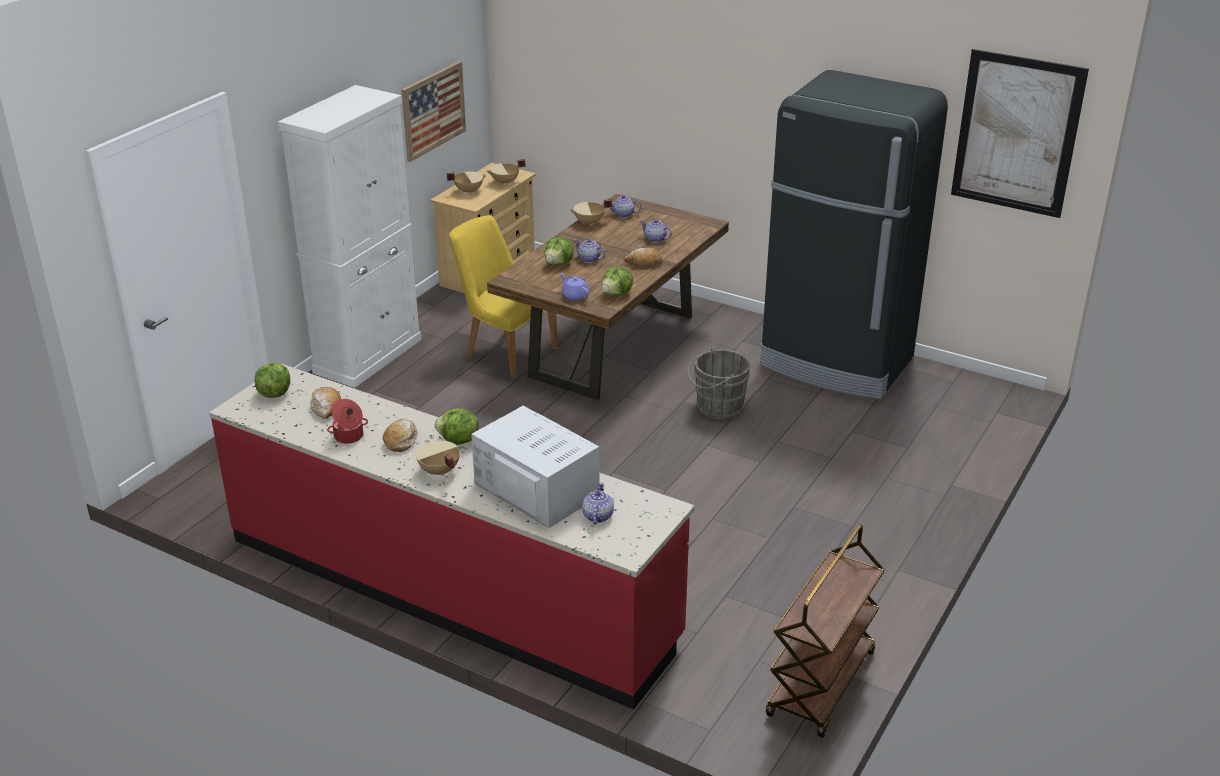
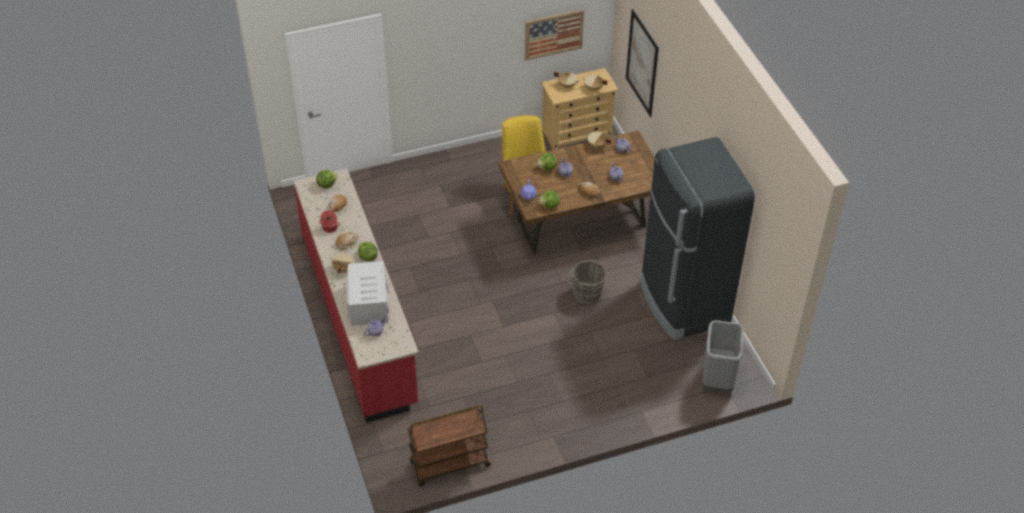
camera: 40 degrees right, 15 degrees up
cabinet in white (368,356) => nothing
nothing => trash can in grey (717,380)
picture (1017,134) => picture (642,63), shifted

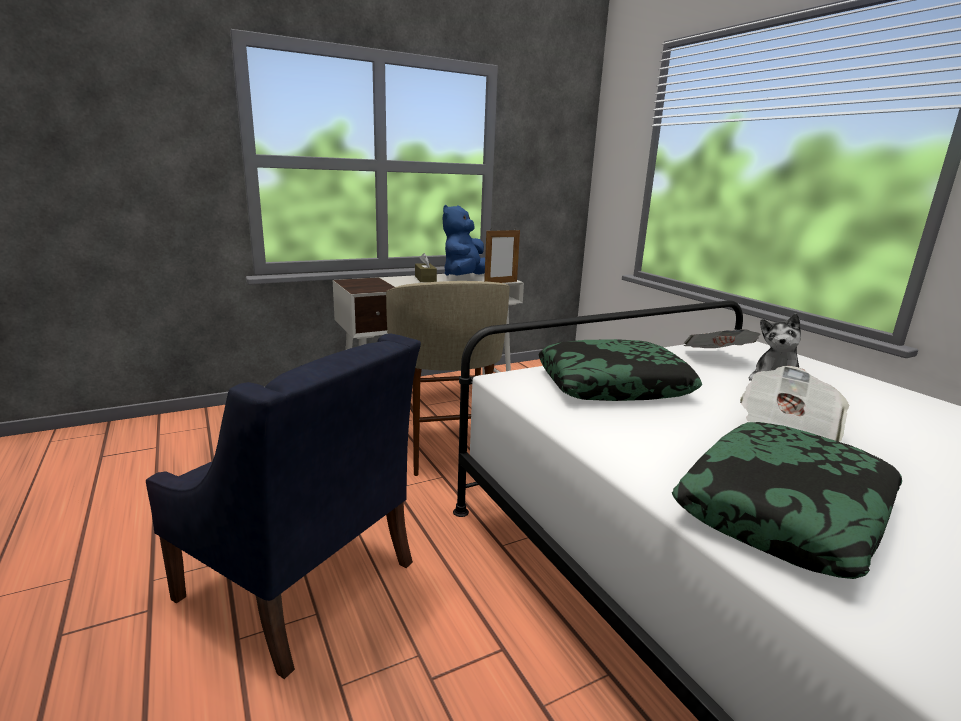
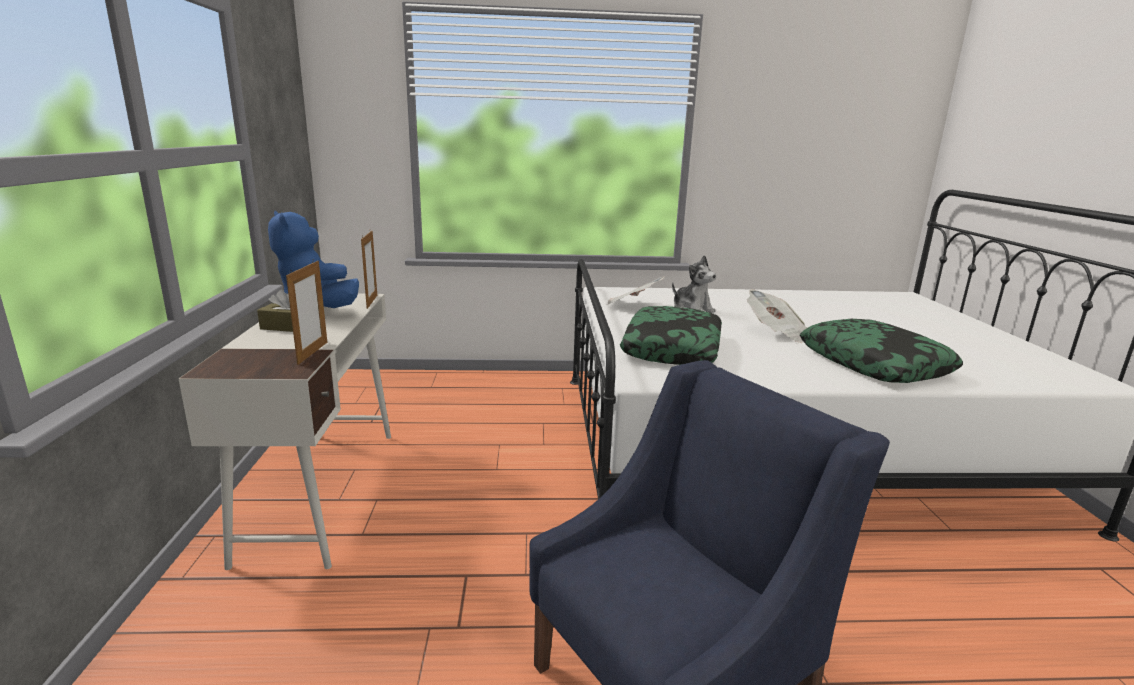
camera: 65 degrees left, 0 degrees up
stool in beige (444,447) => nothing
nothing => picture frame (312,353)

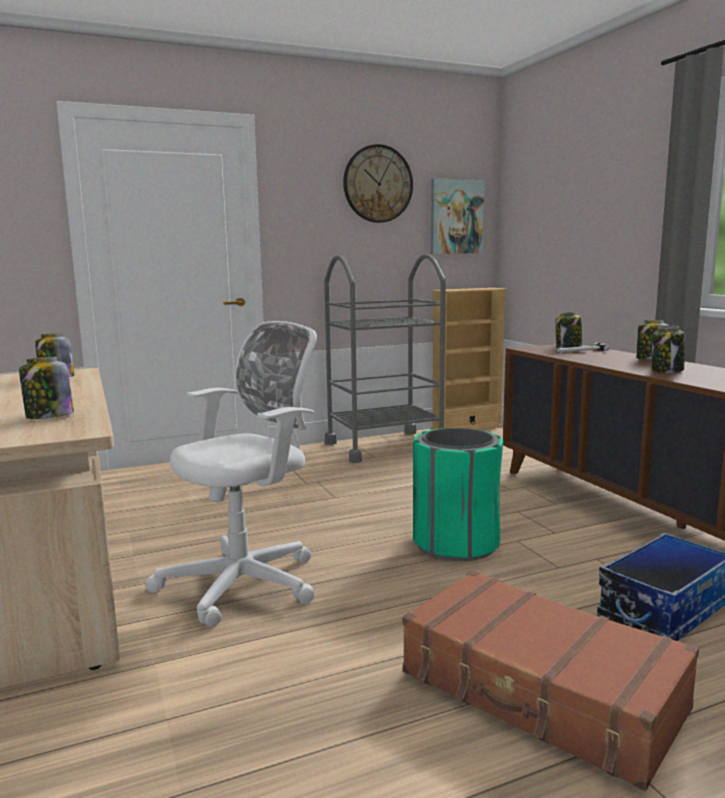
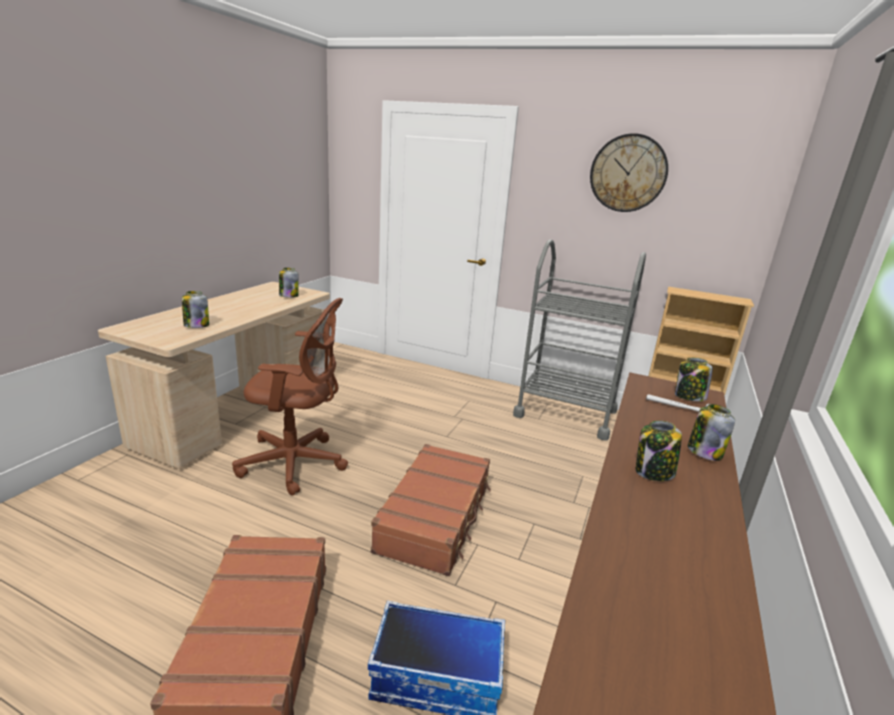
camera: 45 degrees right, 10 degrees up
picture (456,217) => nothing
trash can in green (456,544) => suitcase in brown (436,517)
office chair in white (247,582) => office chair in brown (297,463)

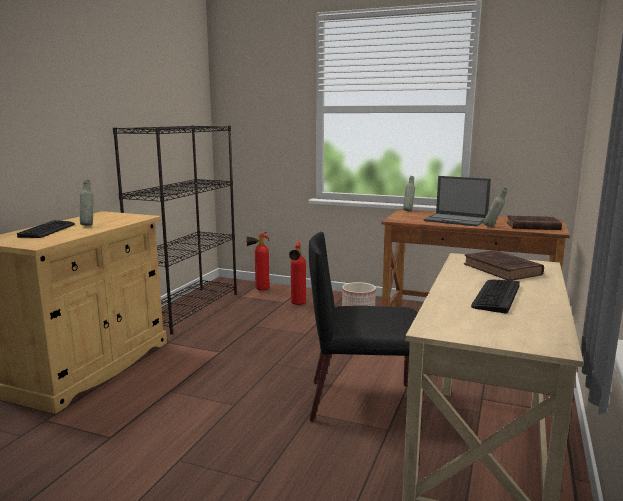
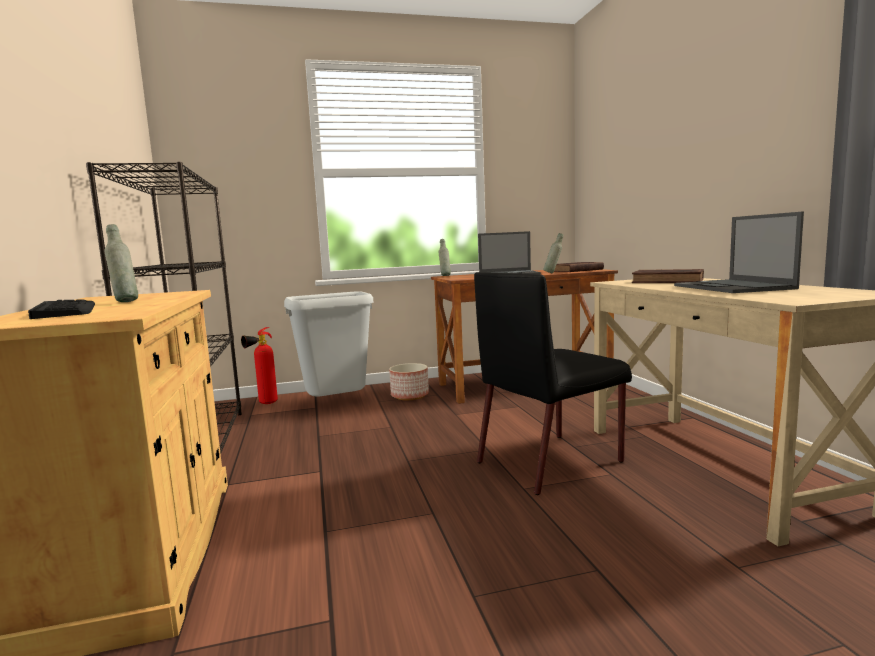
camera: 35 degrees left, 5 degrees down
fire extinguisher (297,305) => trash can in grey (336,406)
keyboard (496,296) => laptop (733,287)

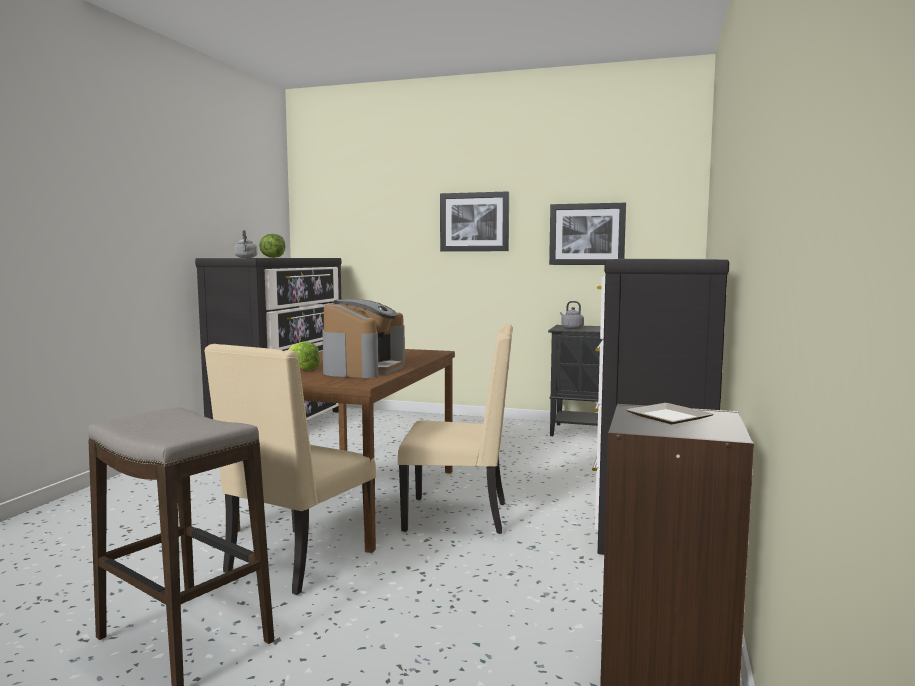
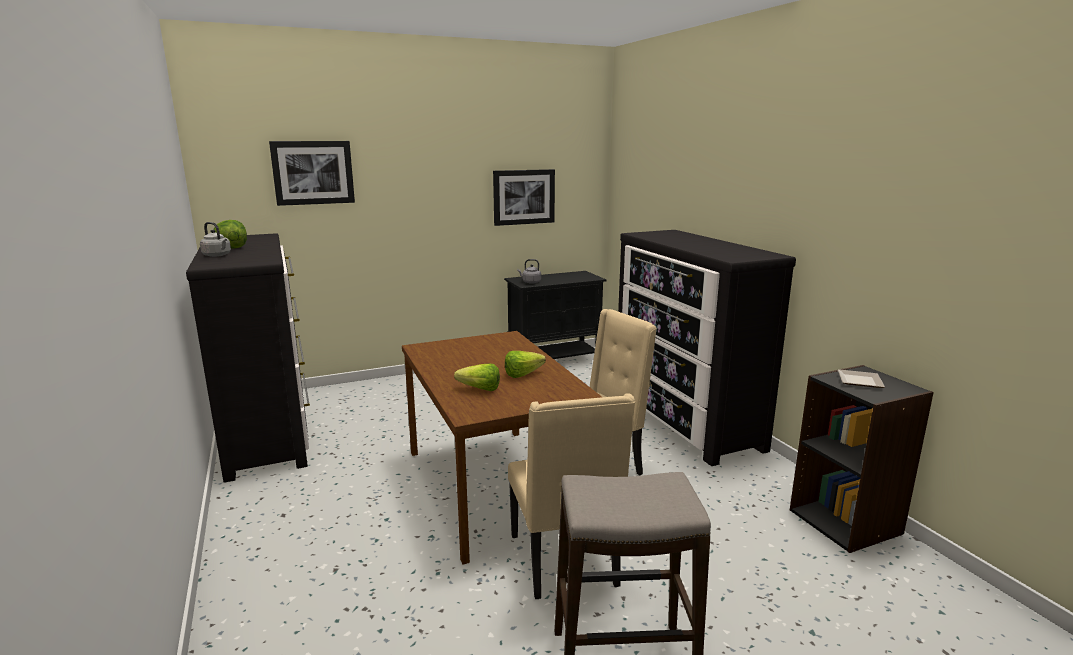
camera: 40 degrees left, 10 degrees up
picture (474,222) => picture (313,172), shifted
coffee machine (364,369) => lettuce (526,374)

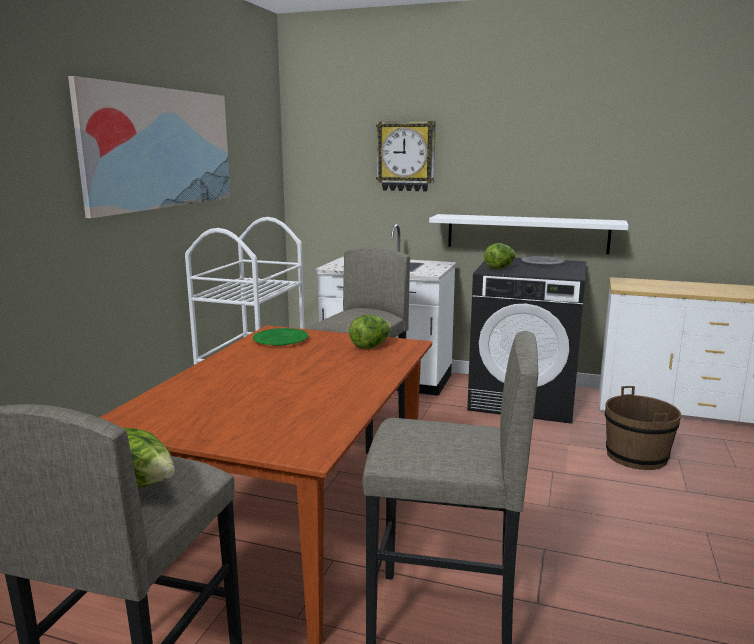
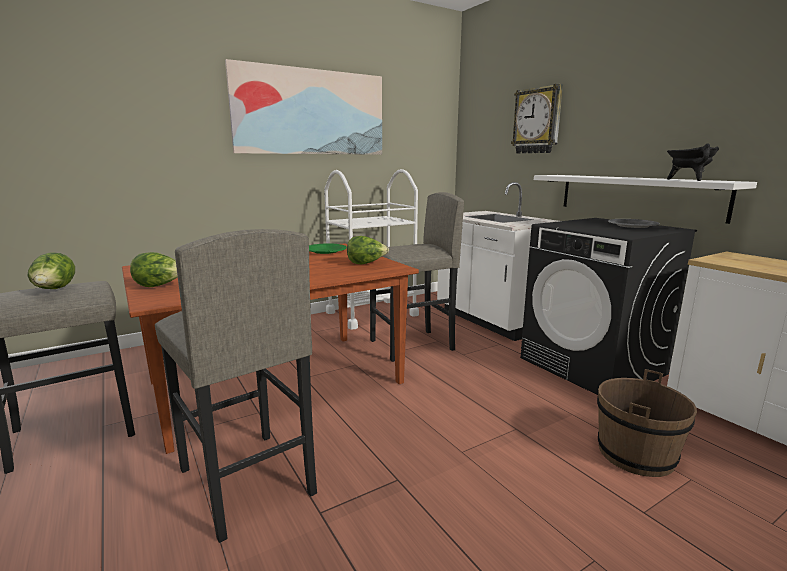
camera: 40 degrees right, 0 degrees up
nothing => cooking pot in black (687,180)
lettuce (500,268) => lettuce (159,286), shifted

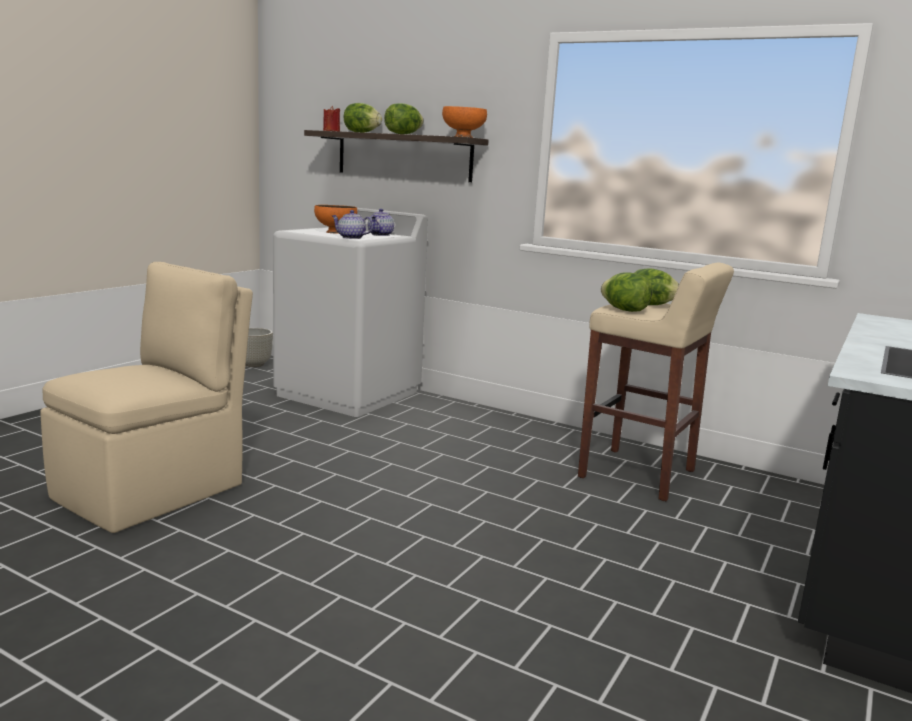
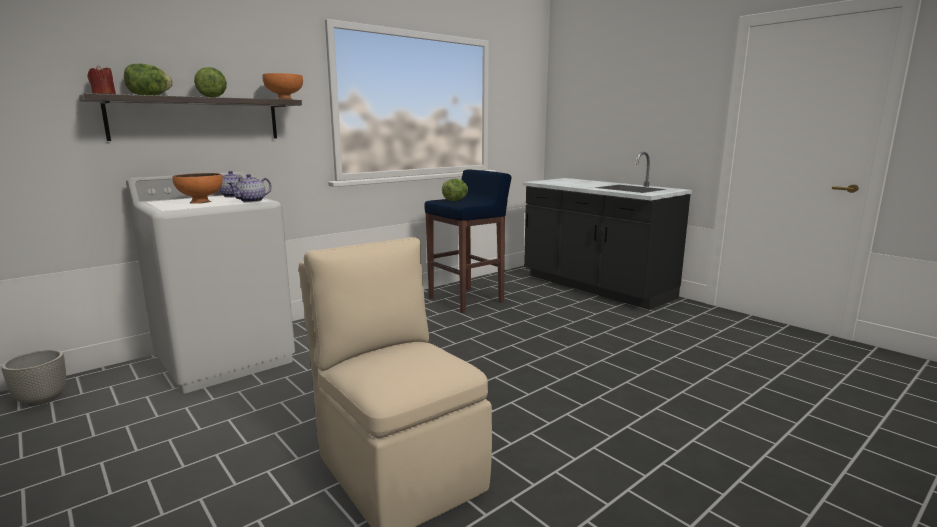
camera: 70 degrees left, 0 degrees up
lettuce (624,310) => nothing
stool in beige (639,475) => stool in blue (467,300)

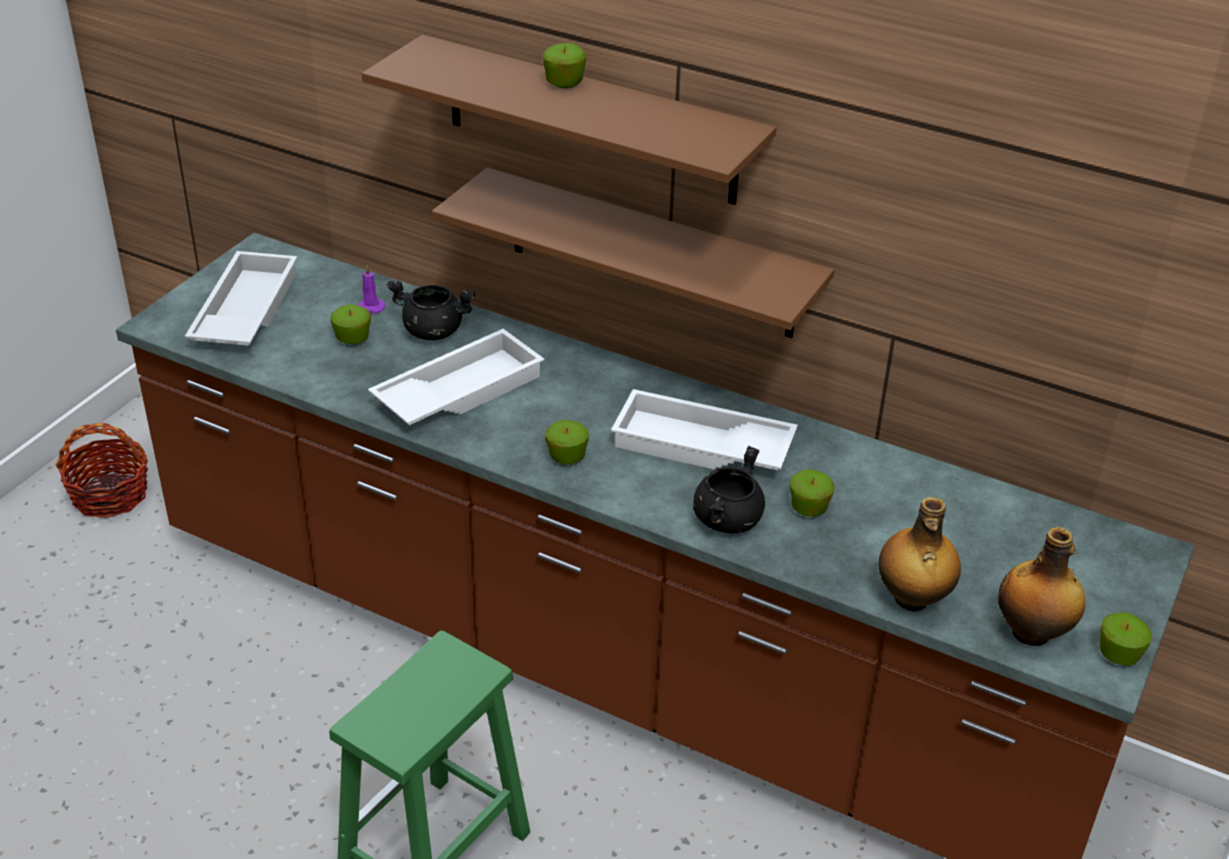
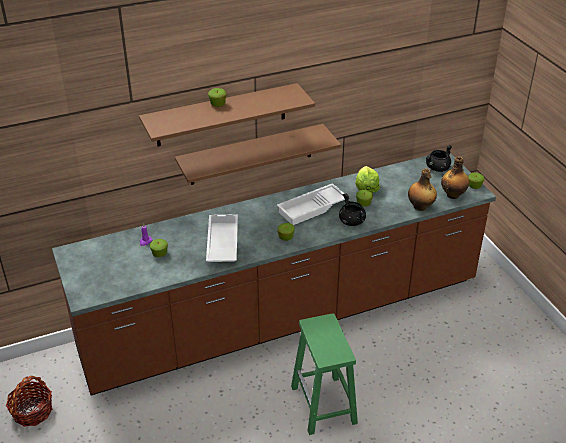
camera: 50 degrees left, 0 degrees up
tray in white (244,311) => nothing
nothing => lettuce (366,187)
cooking pot in black (432,331) => cooking pot in black (437,168), shifted

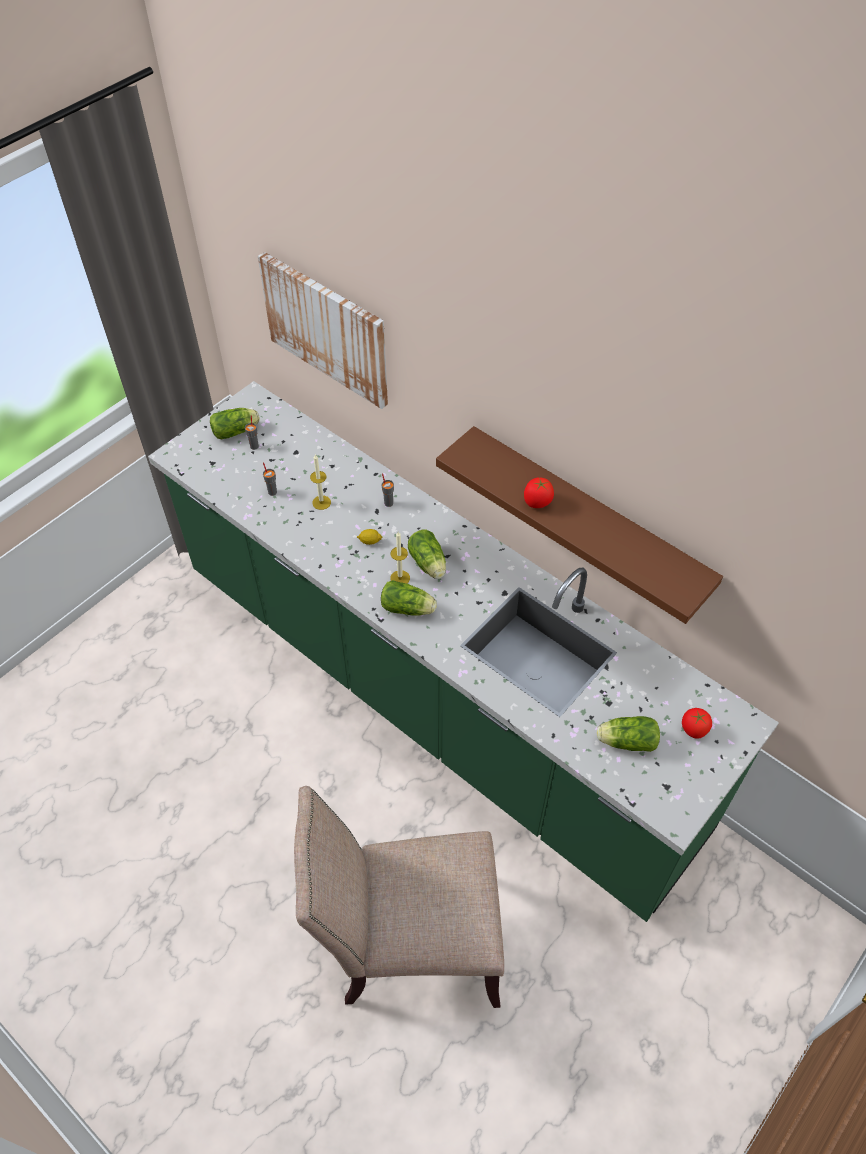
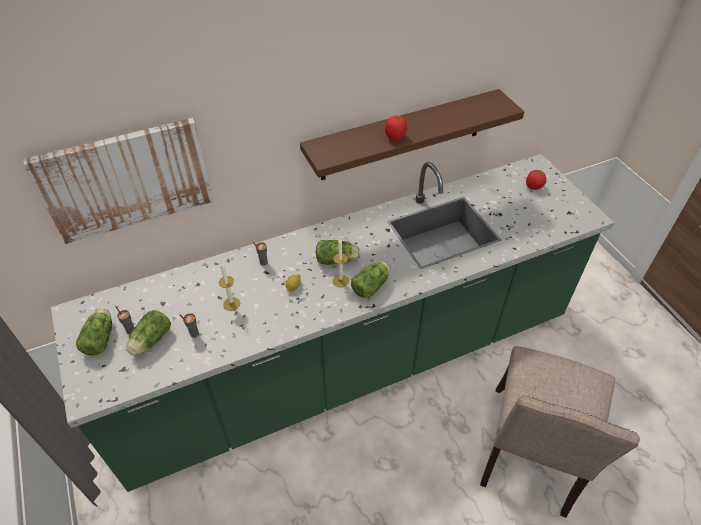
camera: 65 degrees left, 5 degrees down
lettuce (625,741) => lettuce (150,341), shifted

